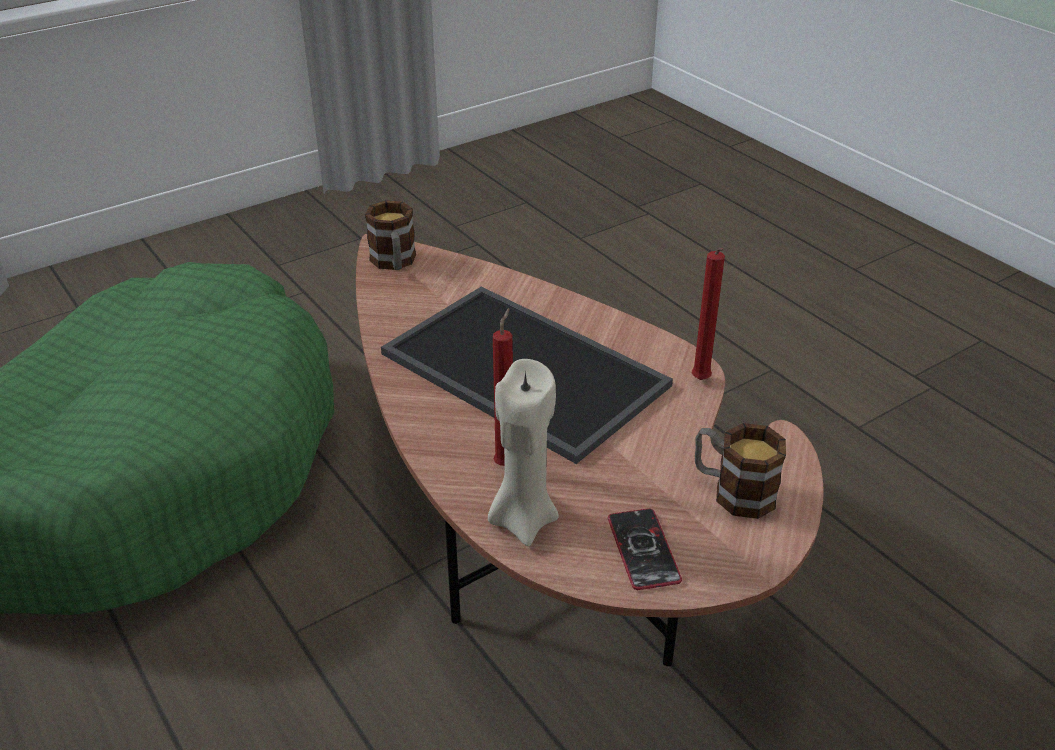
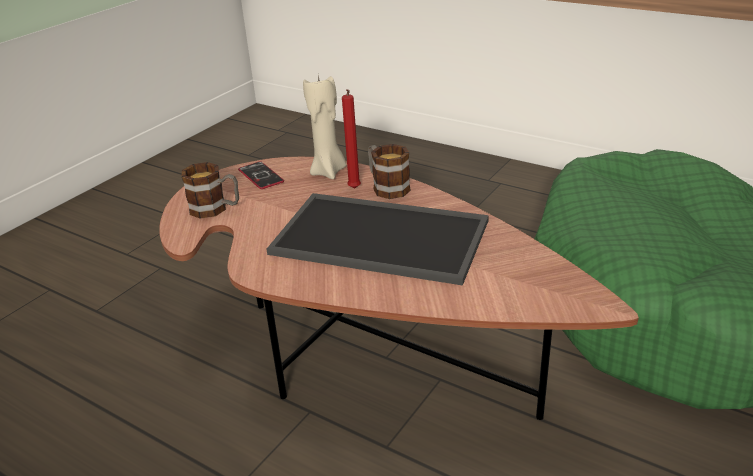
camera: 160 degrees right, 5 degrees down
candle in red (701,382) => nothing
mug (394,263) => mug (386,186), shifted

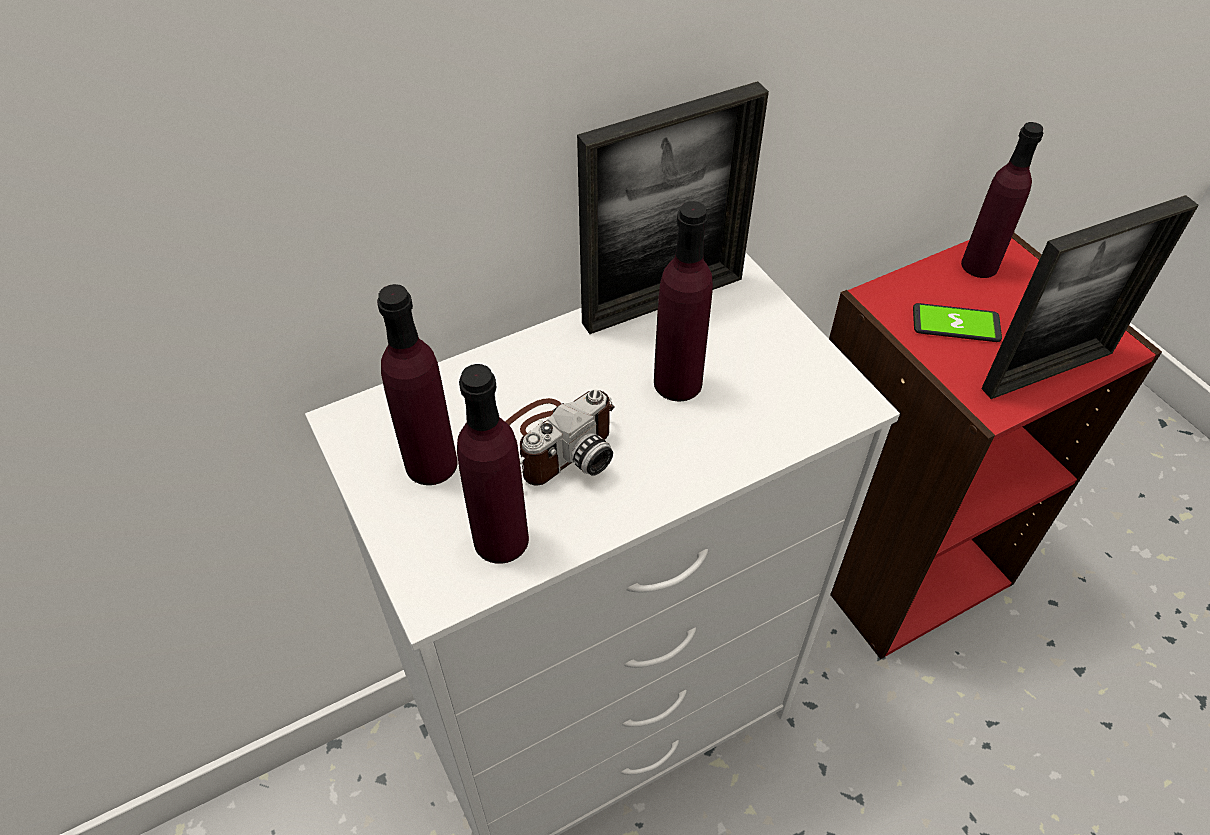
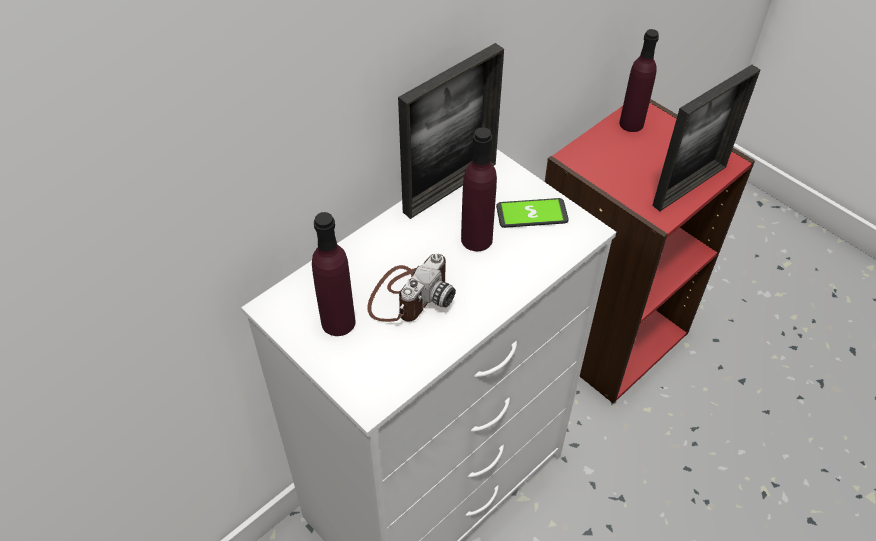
camera: 15 degrees left, 0 degrees up
bottle in purple (501,539) => nothing
phone (956,324) => phone (532,214), shifted

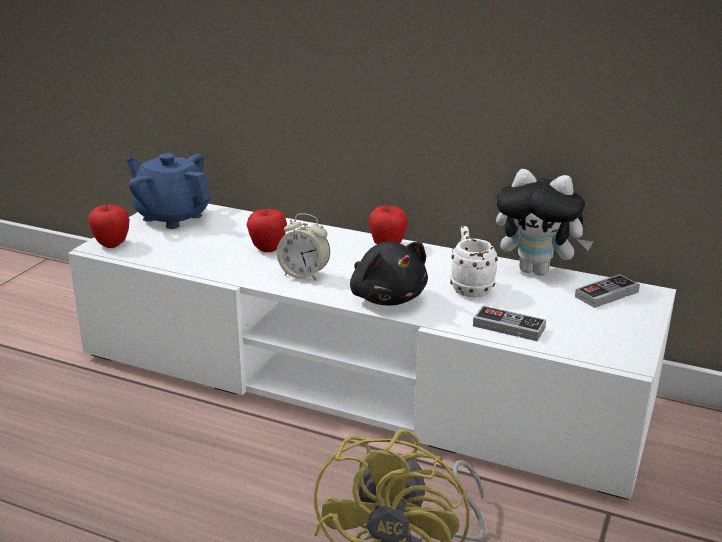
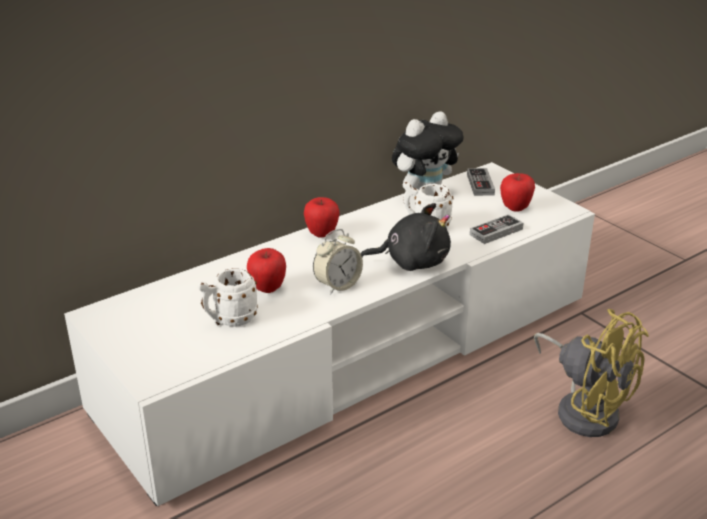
camera: 60 degrees left, 5 degrees up
teapot in blue (172,217) => nothing
nothing => mug in white (229,320)
apple (111,244) => apple (515,208), shifted

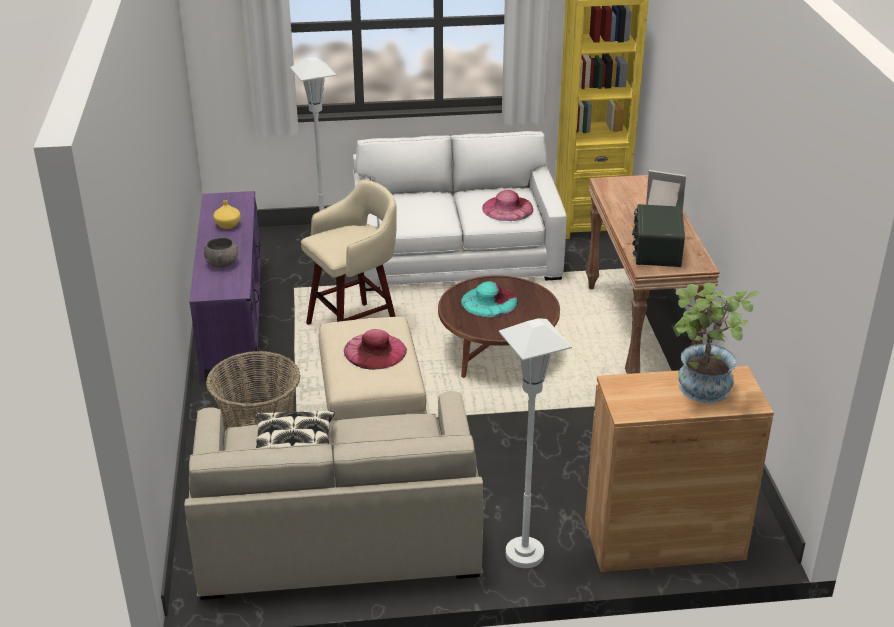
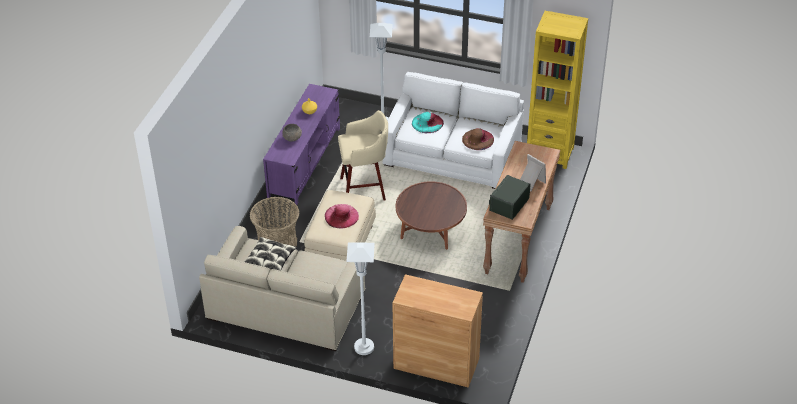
camera: 25 degrees right, 10 degrees up
potted plant (700,391) => nothing
hat in turquoise (489,301) => hat in turquoise (427,123), shifted
hat in pink (507,208) => hat in brown (478,139)

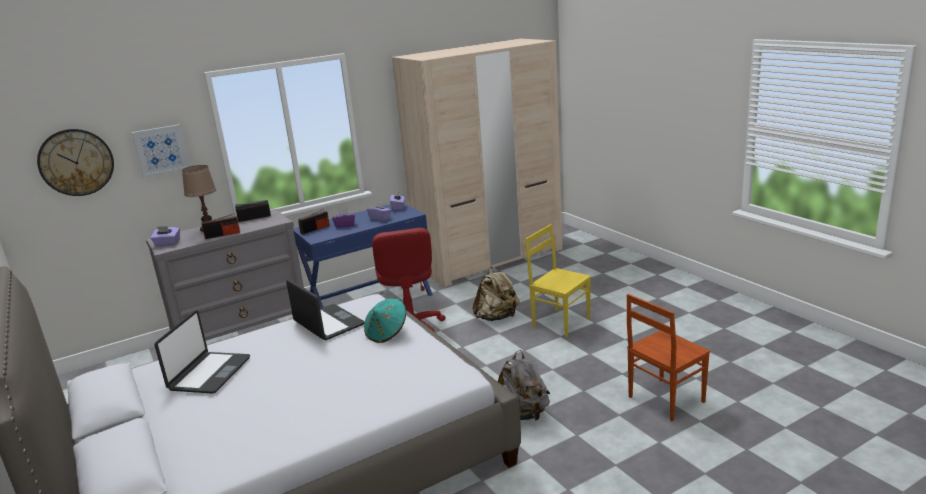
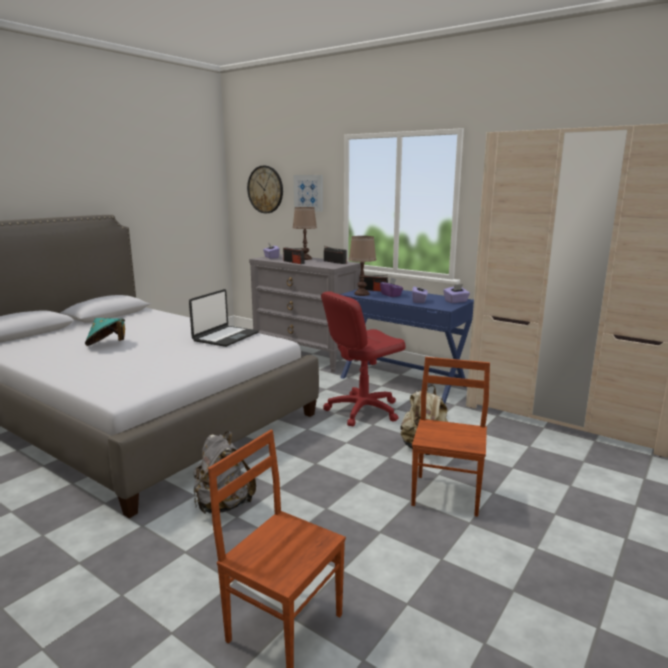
camera: 65 degrees right, 5 degrees down
laptop (209,373) => nothing
nothing => table lamp in brown (361,294)
hat in turquoise (387,333) => hat in turquoise (107,345), shifted
chair in yellow (561,322) => chair in brown (447,494)

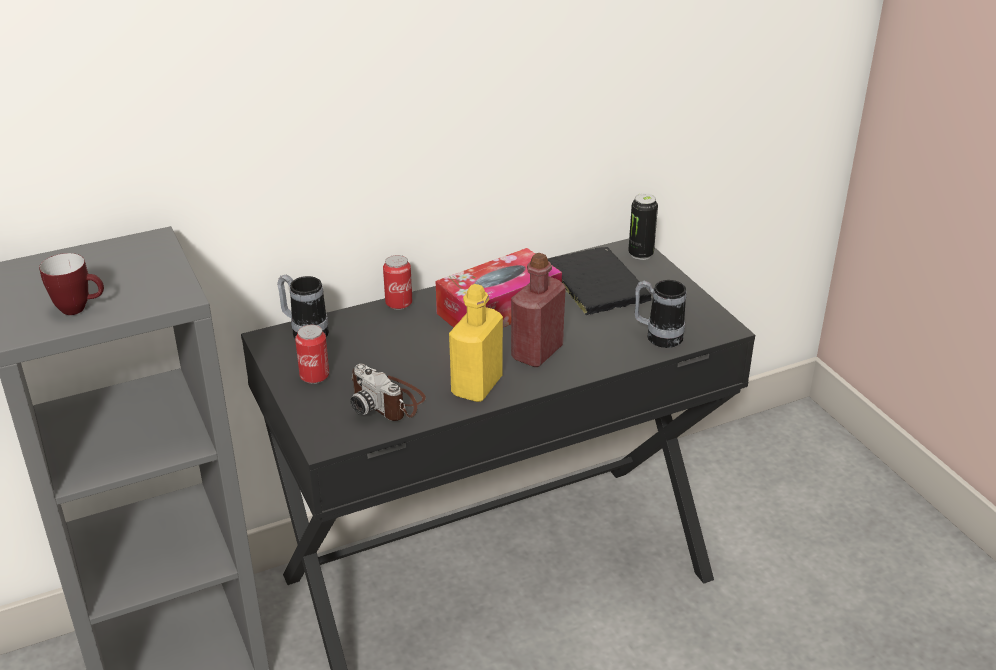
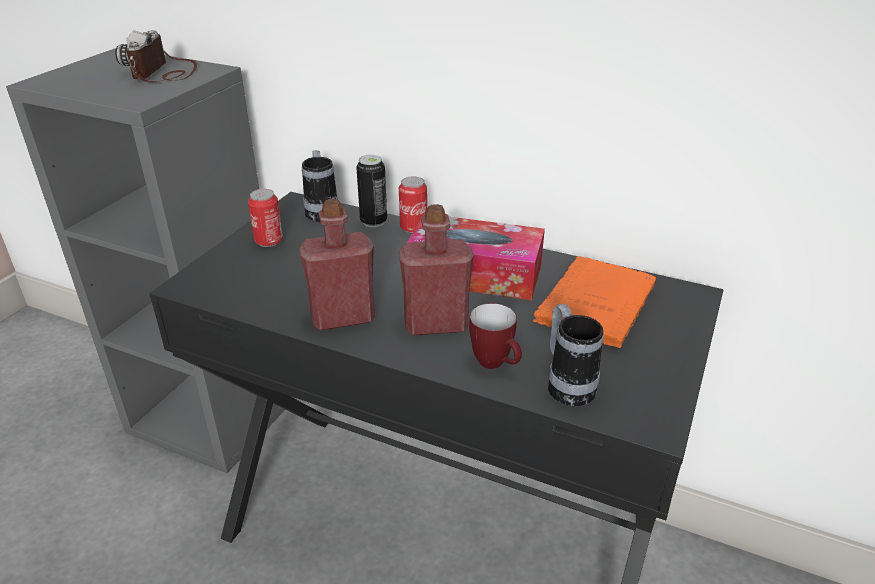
camera: 50 degrees right, 0 degrees up
mug (79,309) => mug (496,364), shifted
photo camera (388,401) => photo camera (164,73), shifted
can (640,254) => can (373,222), shifted
bottle in yellow (477,386) => bottle in red (342,317)
book in black (595,283) => book in orange (597,302)

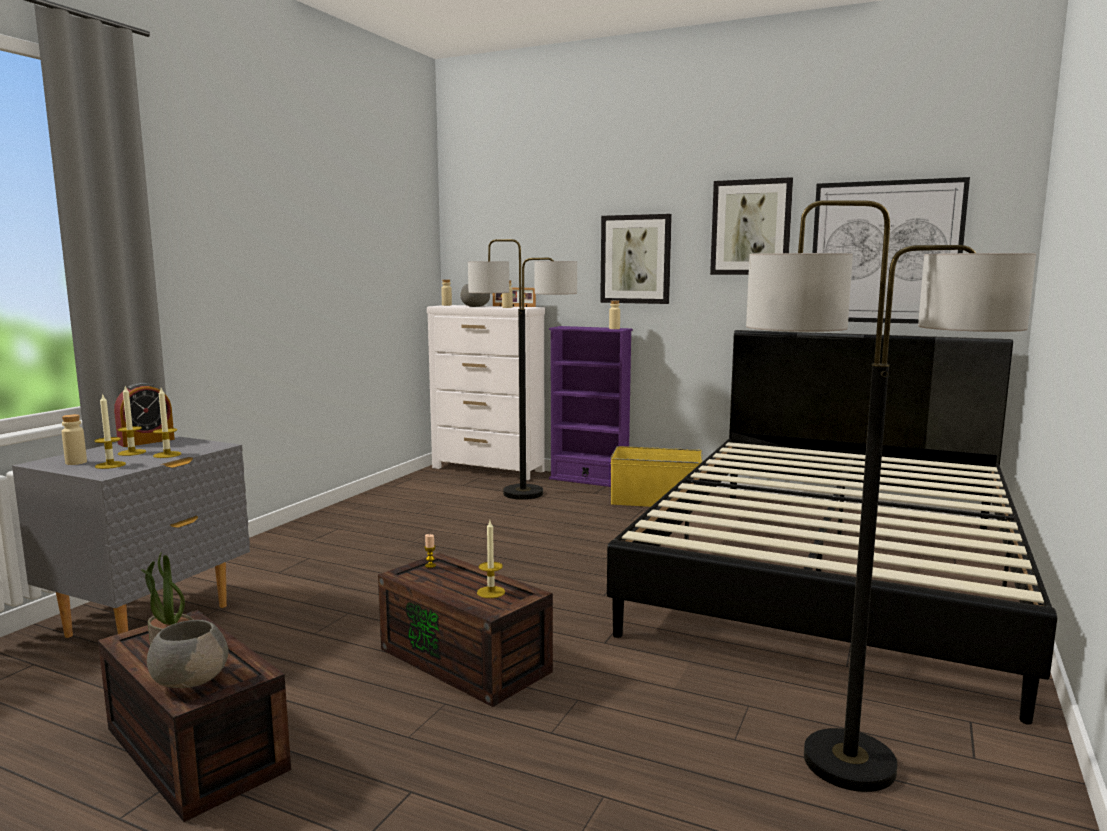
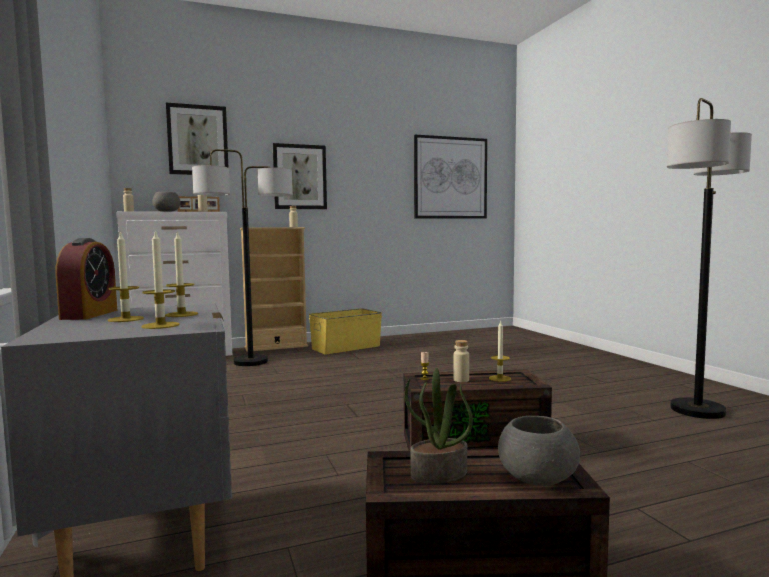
camera: 45 degrees left, 5 degrees down
bed in black (833,572) => nothing
bottle in beige (76,462) => bottle in beige (461,380), shifted
picture (751,227) => picture (198,140), shifted
bookcase in purple (589,480) => bookcase in beige (276,347)

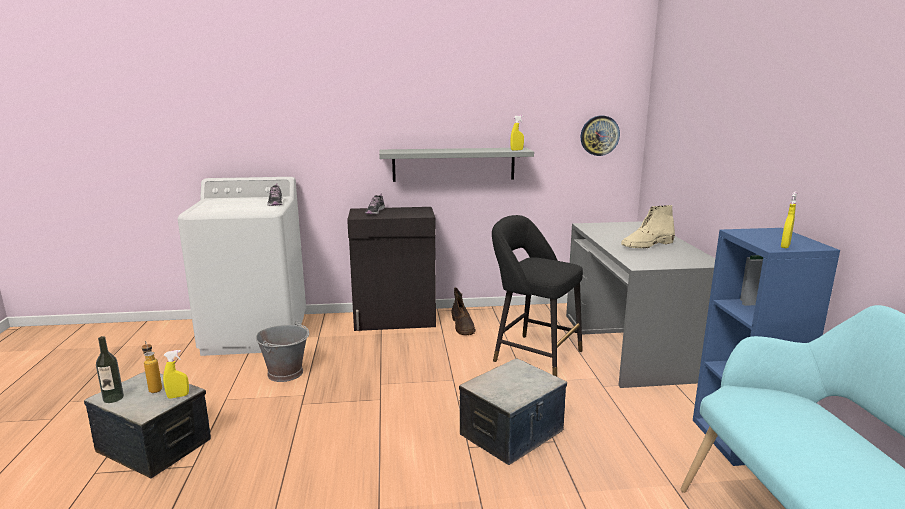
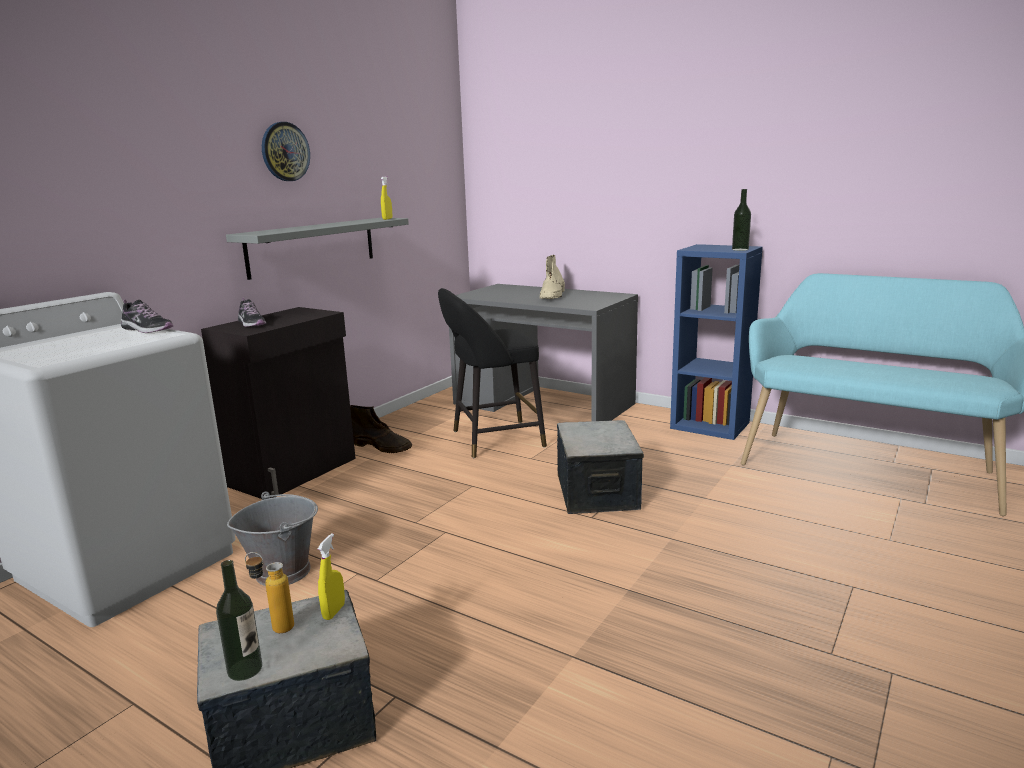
camera: 50 degrees left, 0 degrees up
wall clock (599,135) => wall clock (285,152), shifted
spray bottle in yellow (785,246) => bottle (740,249)

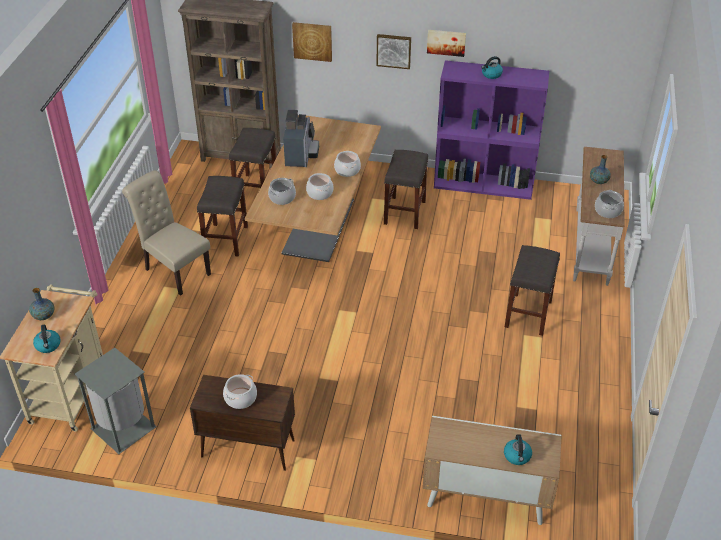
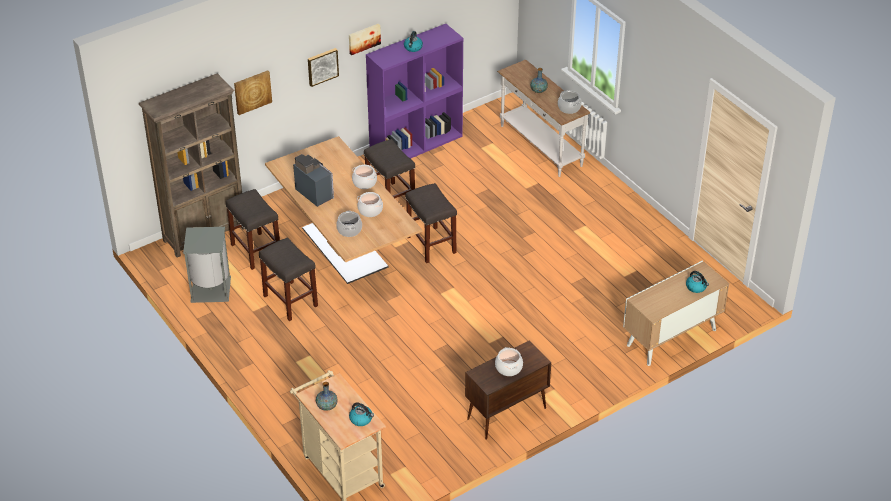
camera: 45 degrees left, 0 degrees up
chair in beige (174,270) => nothing
trash can in grey (123,427) => trash can in grey (210,288), shifted
stool in grey (528,315) => stool in grey (432,245), shifted

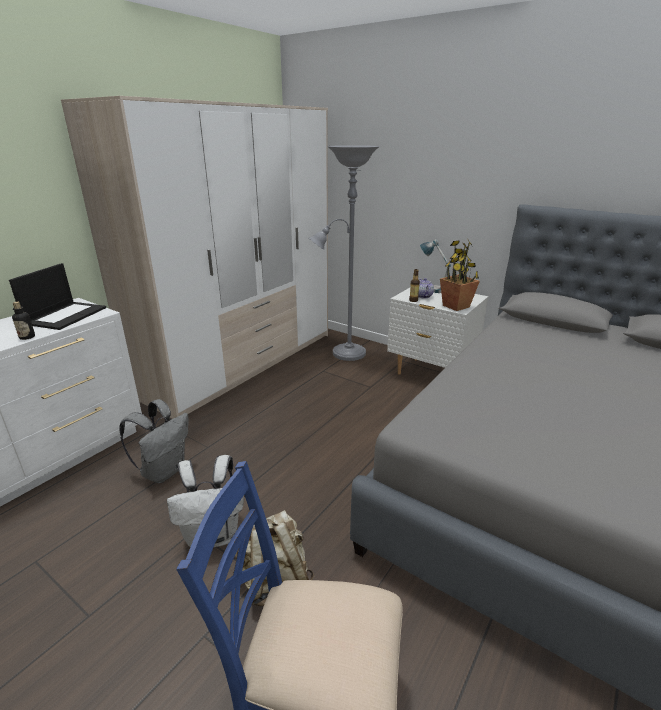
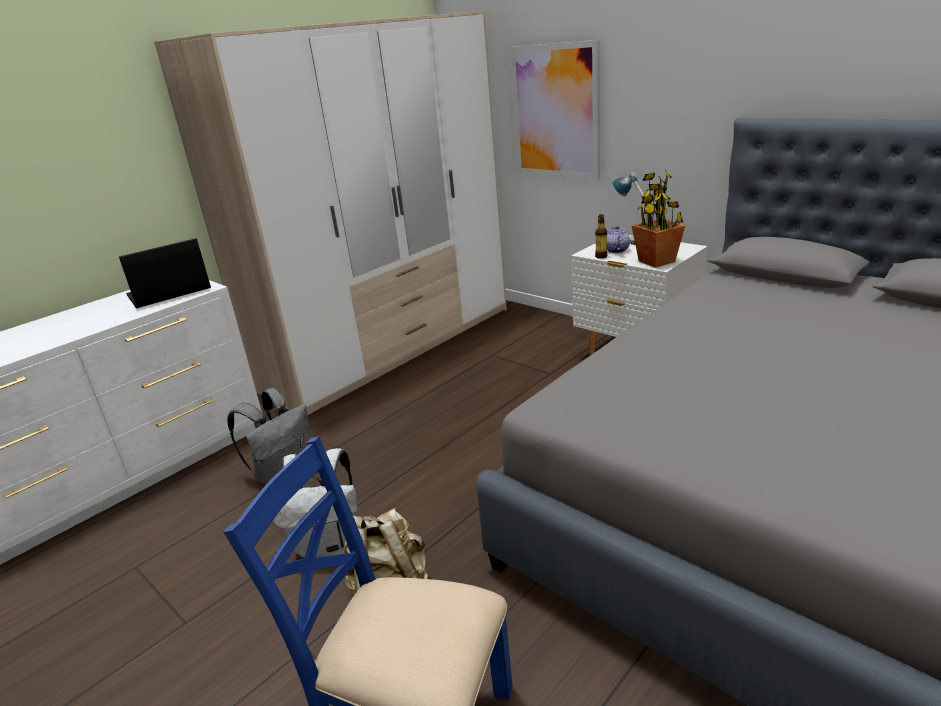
camera: 10 degrees right, 0 degrees up
bottle (27,337) => nothing
floor lamp in grey (344,354) => nothing
nothing => picture (556,112)
laptop (66,315) => laptop (168,292), 150 degrees counterclockwise

